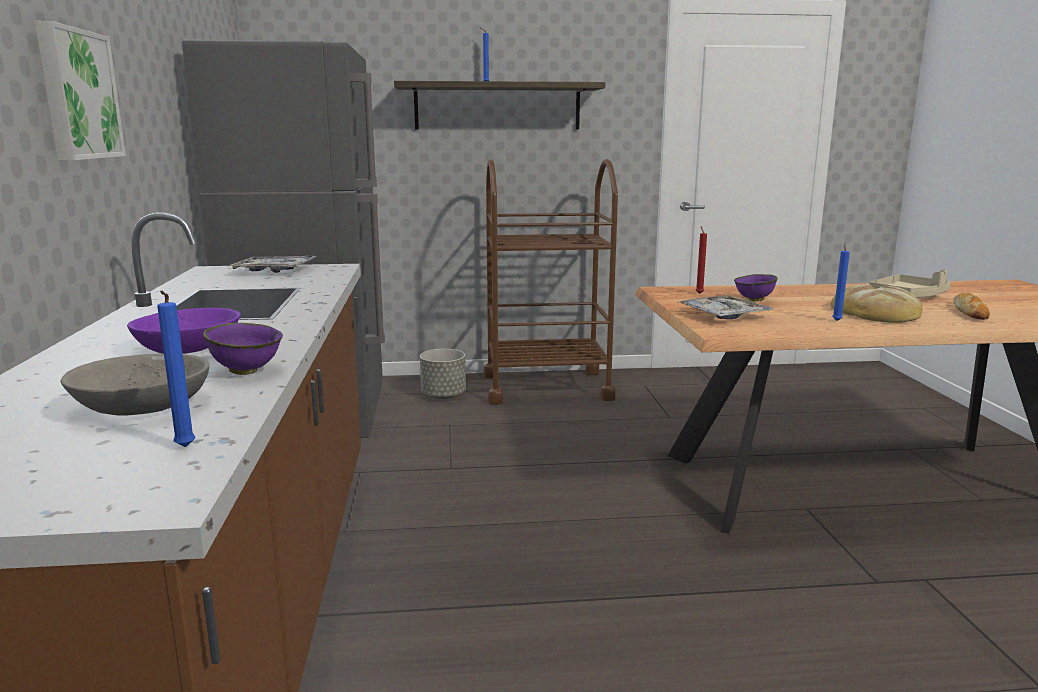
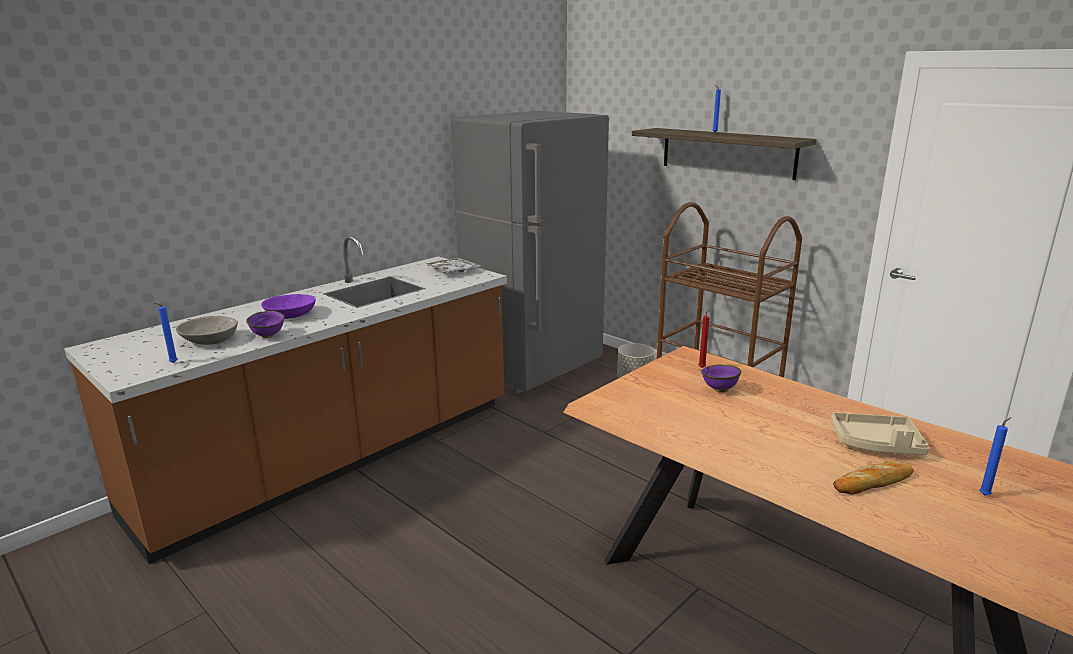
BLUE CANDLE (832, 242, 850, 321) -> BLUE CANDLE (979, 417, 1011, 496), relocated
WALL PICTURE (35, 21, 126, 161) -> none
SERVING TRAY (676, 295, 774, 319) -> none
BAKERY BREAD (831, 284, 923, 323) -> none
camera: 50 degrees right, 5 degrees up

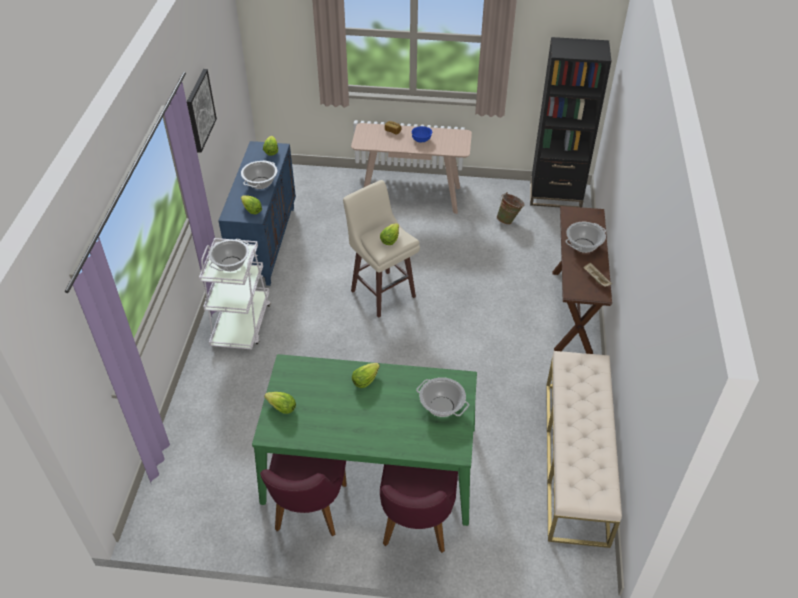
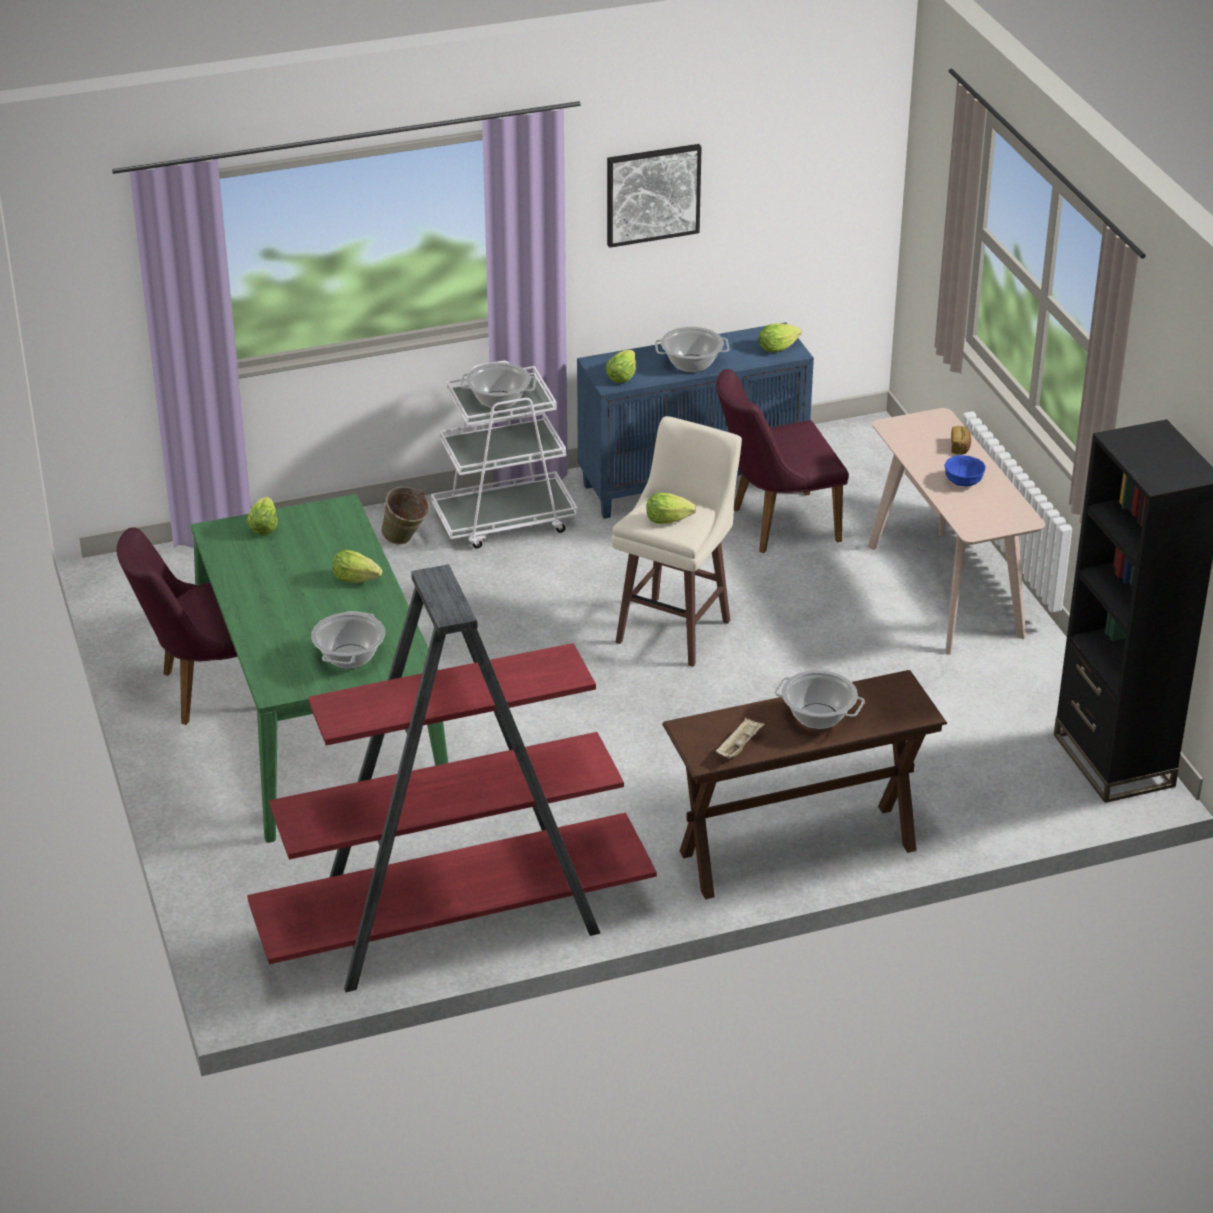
SAND-COLOURED INDOOR BENCH (546, 351, 622, 548) -> REDDISH BOOKSHELF (247, 564, 657, 992)
GREEN WATER BUCKET (496, 192, 524, 225) -> GREEN WATER BUCKET (381, 487, 430, 545), relocated
PURPLE-COLOURED UPRIGHT CHAIR (380, 464, 458, 553) -> PURPLE-COLOURED UPRIGHT CHAIR (716, 369, 849, 553), relocated
camera: 65 degrees right, 10 degrees down

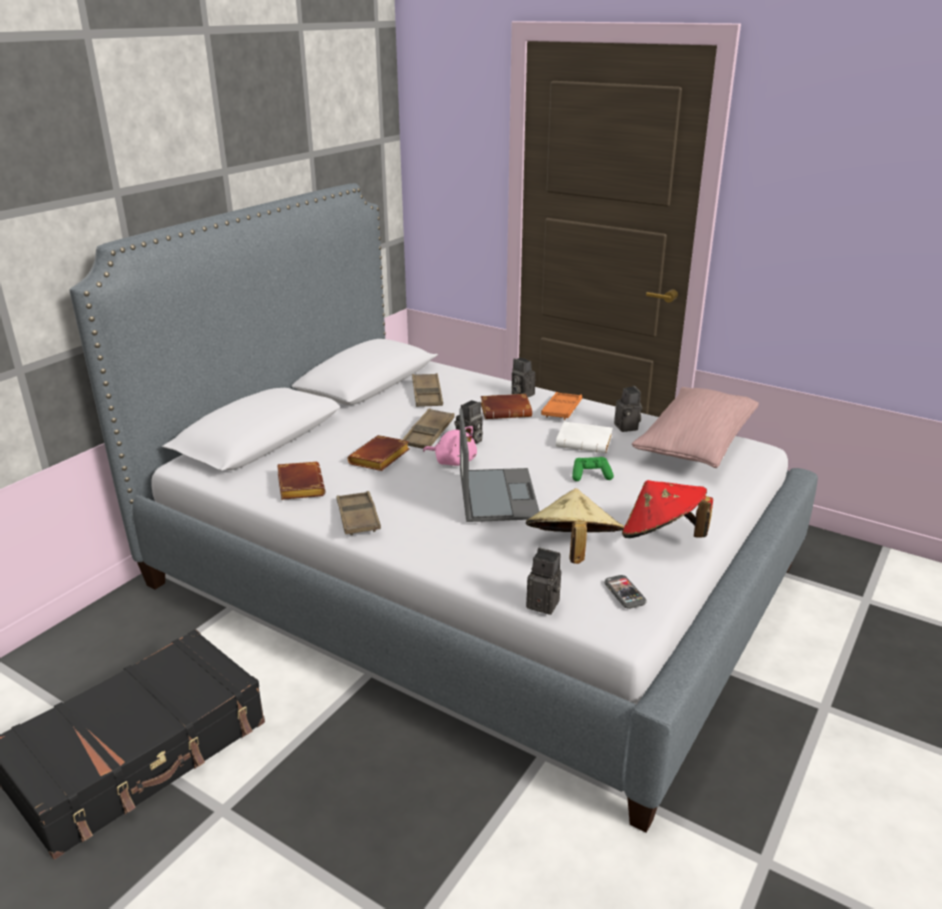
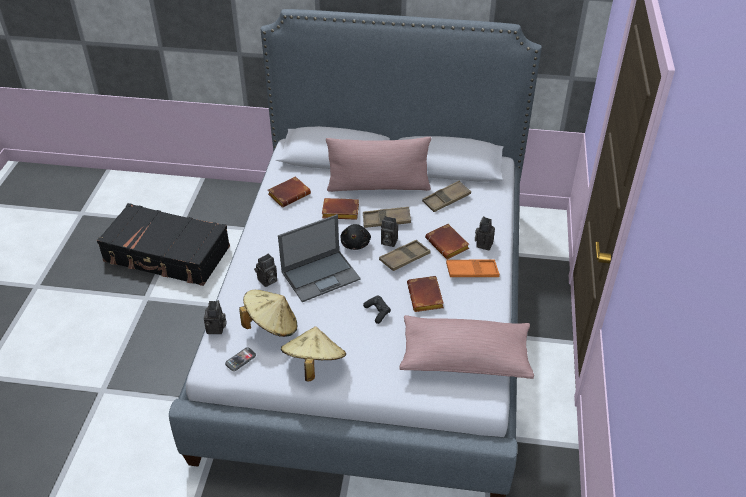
STILL CAMERA (614, 386, 642, 432) -> STILL CAMERA (254, 254, 277, 287), relocated
REDDISH HAT (622, 480, 713, 538) -> SAND-COLOURED HAT (281, 327, 346, 382)
none -> PINKISH CUSHION (326, 137, 431, 192)
PINKISH SOFT TOY (423, 426, 477, 466) -> BLACK-COLOURED SOFT TOY (341, 224, 371, 250)
GREEN JOYPAD (572, 457, 614, 481) -> BLACK-COLOURED JOYPAD (363, 296, 391, 324)
BROWN-COLOURED SERVING TRAY (337, 491, 381, 535) -> BROWN-COLOURED SERVING TRAY (379, 240, 431, 271), relocated
WHITE VOLUME (556, 422, 613, 453) -> BROWN-COLOURED VOLUME (407, 276, 444, 312)
camera: 65 degrees right, 15 degrees up

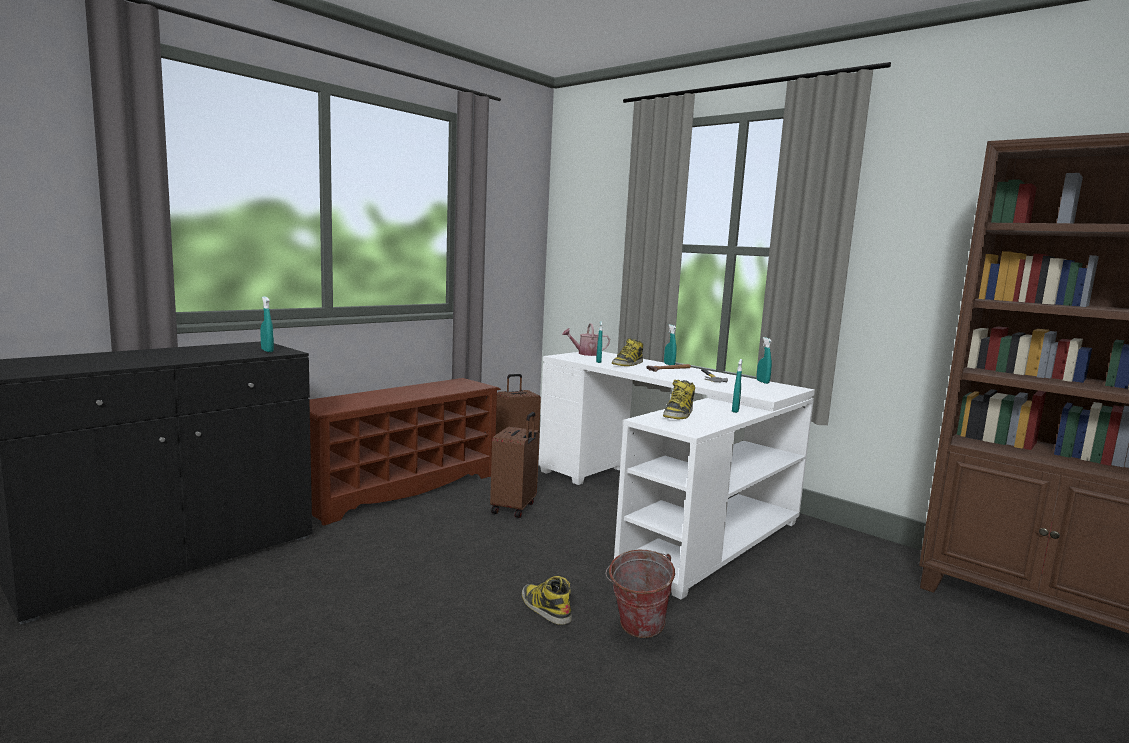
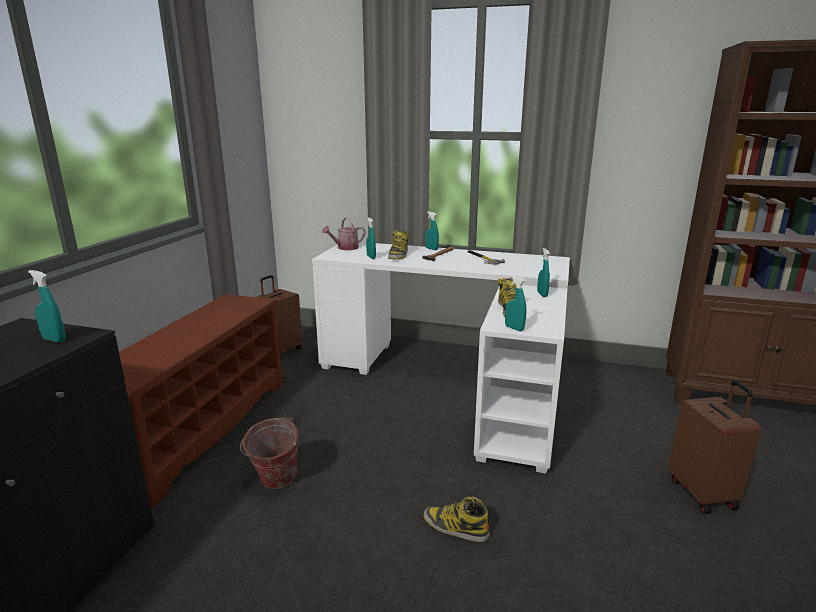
WATER BUCKET (605, 550, 675, 638) -> WATER BUCKET (240, 417, 299, 489), relocated
BLUE-GREEN HAND SPRAYER (757, 337, 772, 384) -> BLUE-GREEN HAND SPRAYER (505, 275, 526, 332), relocated
BROWN-COLOURED TRAVEL CASE (490, 412, 540, 518) -> BROWN-COLOURED TRAVEL CASE (668, 380, 761, 514), relocated
camera: 25 degrees left, 10 degrees up

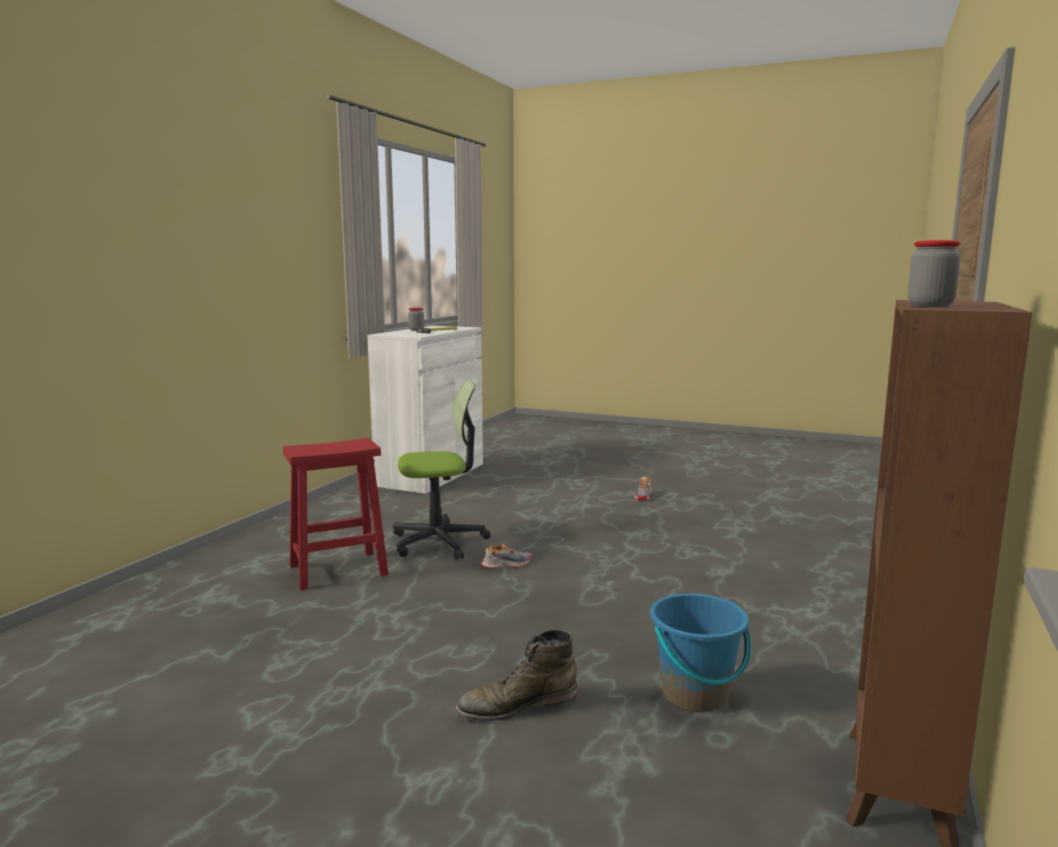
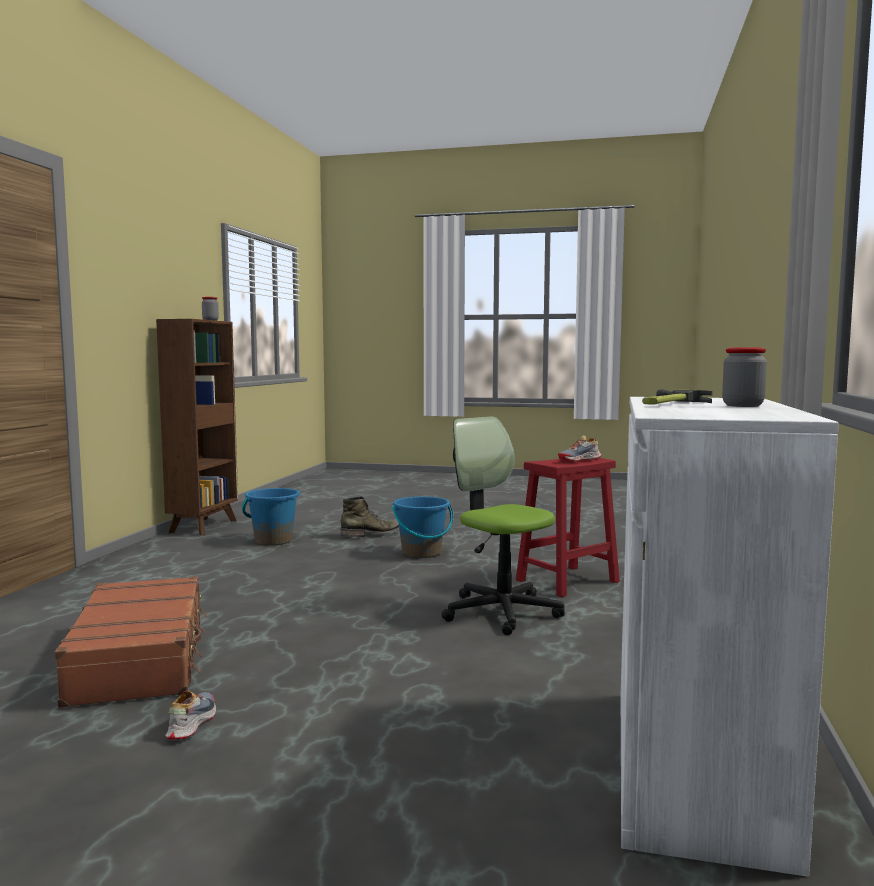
none -> BROWN-COLOURED TRAVEL CASE (55, 576, 207, 708)
none -> BLUE WATER BUCKET (392, 496, 454, 558)
COMPUTER CHAIR (393, 379, 491, 560) -> COMPUTER CHAIR (442, 416, 565, 635), 75 degrees clockwise
ITEM OF FOOTWEAR (481, 543, 532, 569) -> ITEM OF FOOTWEAR (558, 435, 601, 462), relocated
camera: 170 degrees right, 5 degrees down

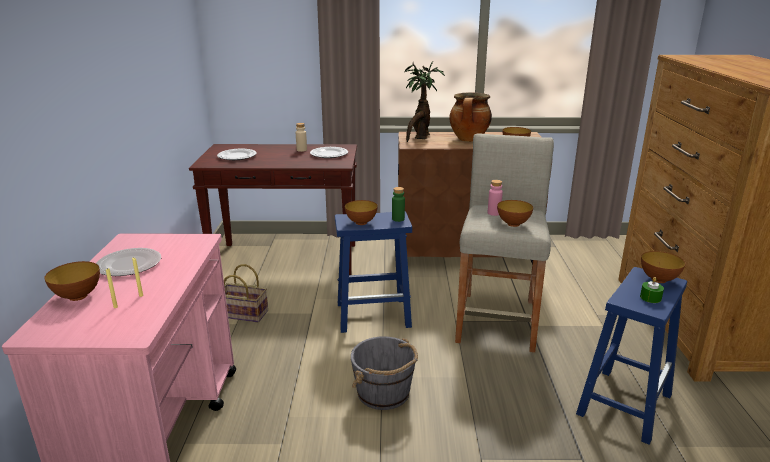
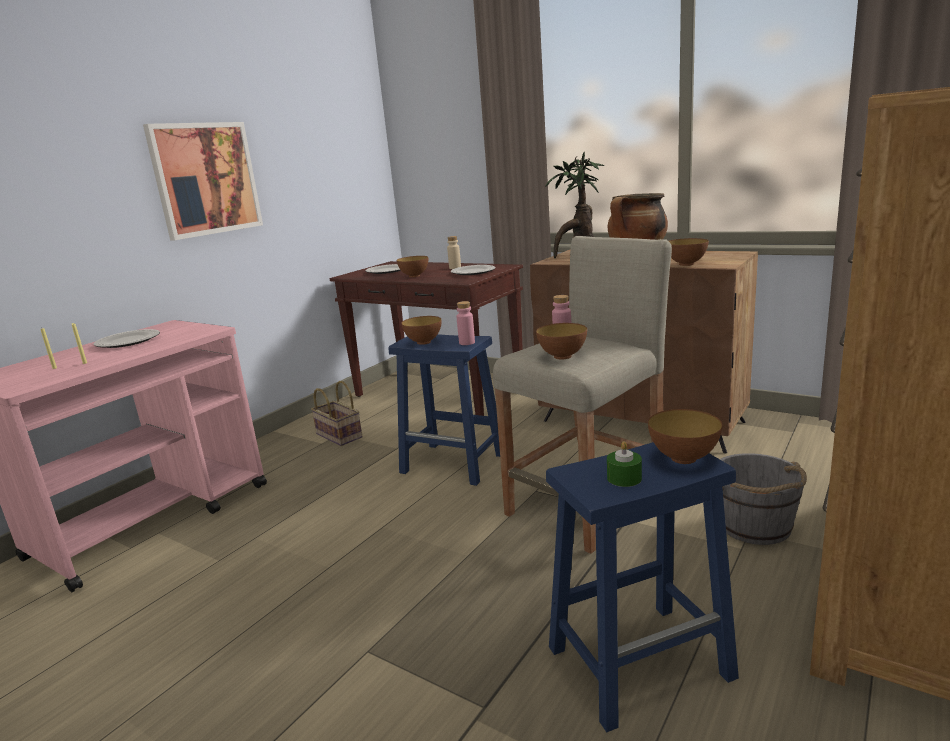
none -> WALL PICTURE (143, 122, 263, 240)
BOWL (45, 261, 100, 301) -> BOWL (397, 256, 428, 277), relocated
GREEN DRINK BOTTLE (392, 187, 405, 222) -> PINKISH DRINK BOTTLE (456, 301, 475, 345)
GREYISH WATER BUCKET (351, 336, 418, 410) -> GREYISH WATER BUCKET (720, 453, 807, 545), relocated
camera: 35 degrees right, 5 degrees down

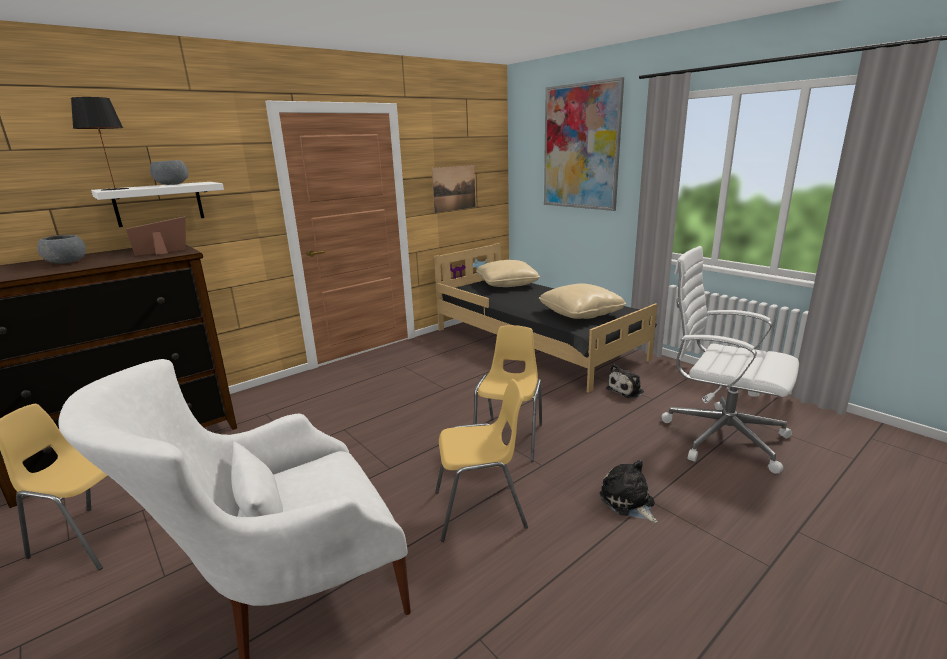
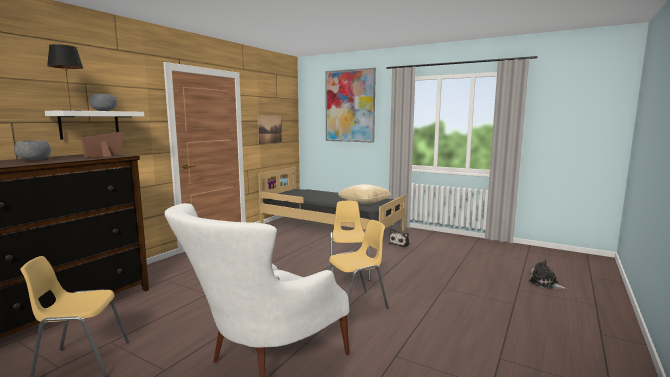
SOFT TOY (600, 460, 658, 523) -> SOFT TOY (528, 260, 568, 289), relocated
SAND-COLOURED CUSHION (476, 260, 540, 287) -> none
WHITE COMPUTER CHAIR (662, 246, 799, 474) -> none
camera: 20 degrees left, 10 degrees down

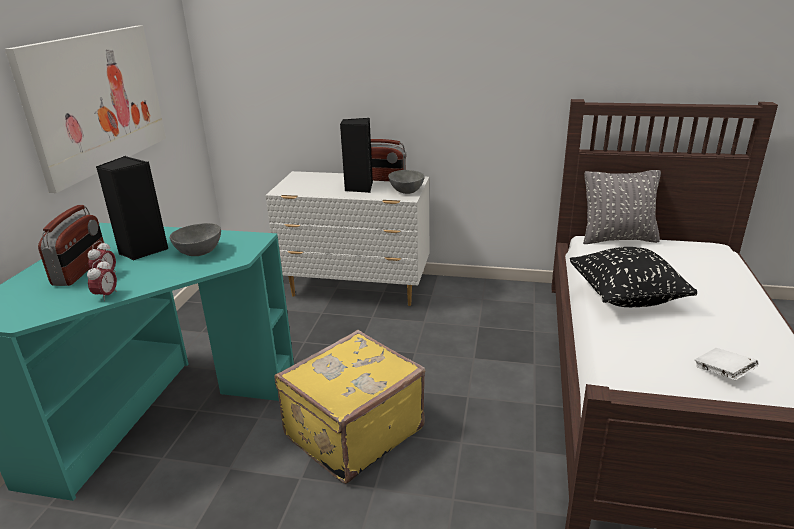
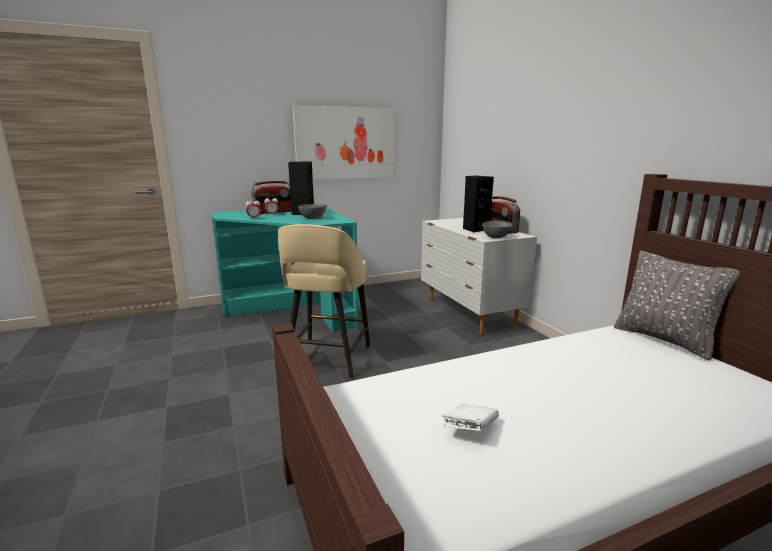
YELLOWISH TRAVEL CASE (274, 330, 425, 484) -> SAND-COLOURED STOOL (278, 224, 370, 379)
BLACK-COLOURED CUSHION (570, 247, 697, 307) -> none
camera: 55 degrees right, 10 degrees down

